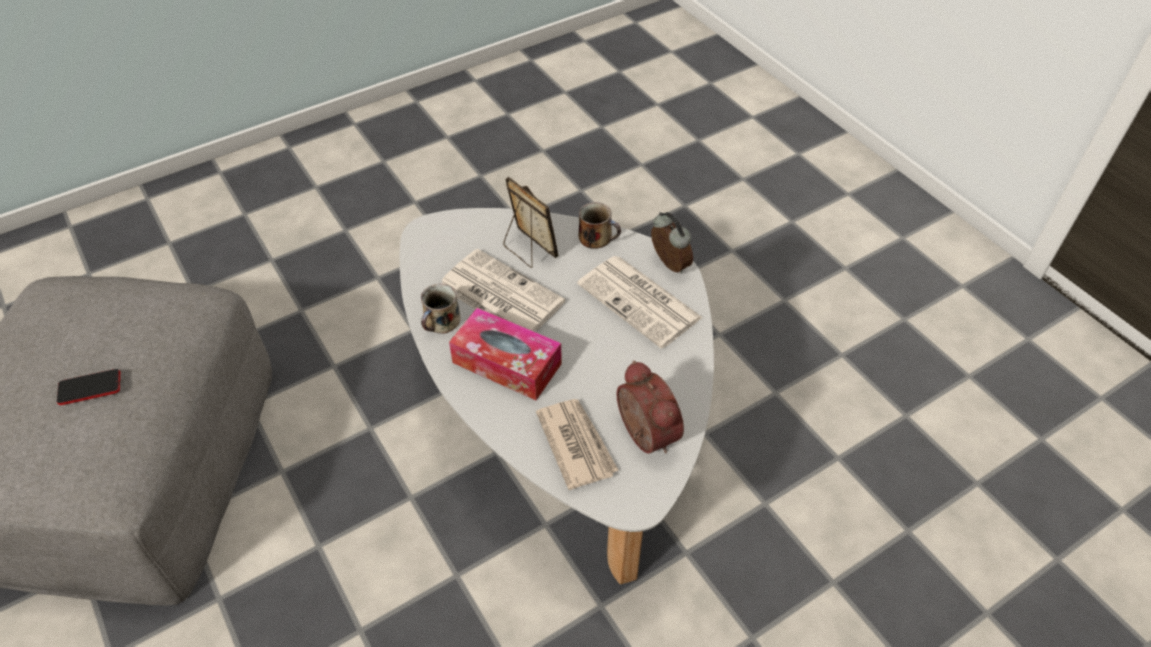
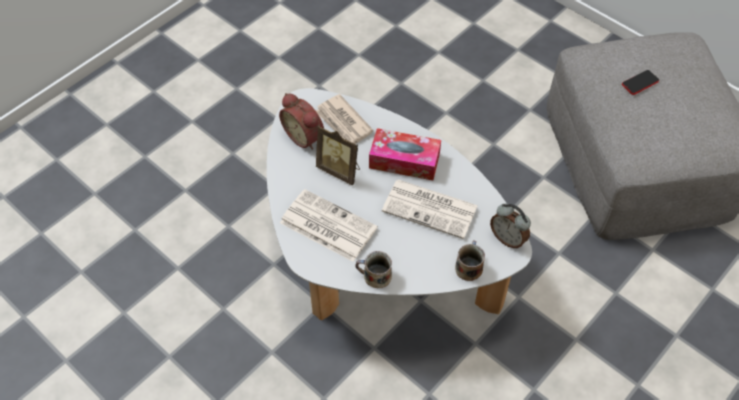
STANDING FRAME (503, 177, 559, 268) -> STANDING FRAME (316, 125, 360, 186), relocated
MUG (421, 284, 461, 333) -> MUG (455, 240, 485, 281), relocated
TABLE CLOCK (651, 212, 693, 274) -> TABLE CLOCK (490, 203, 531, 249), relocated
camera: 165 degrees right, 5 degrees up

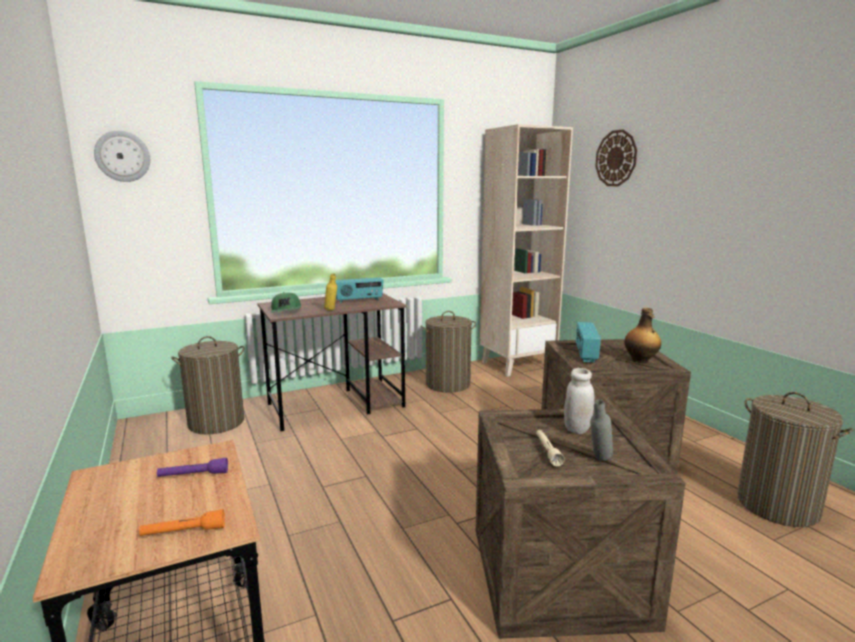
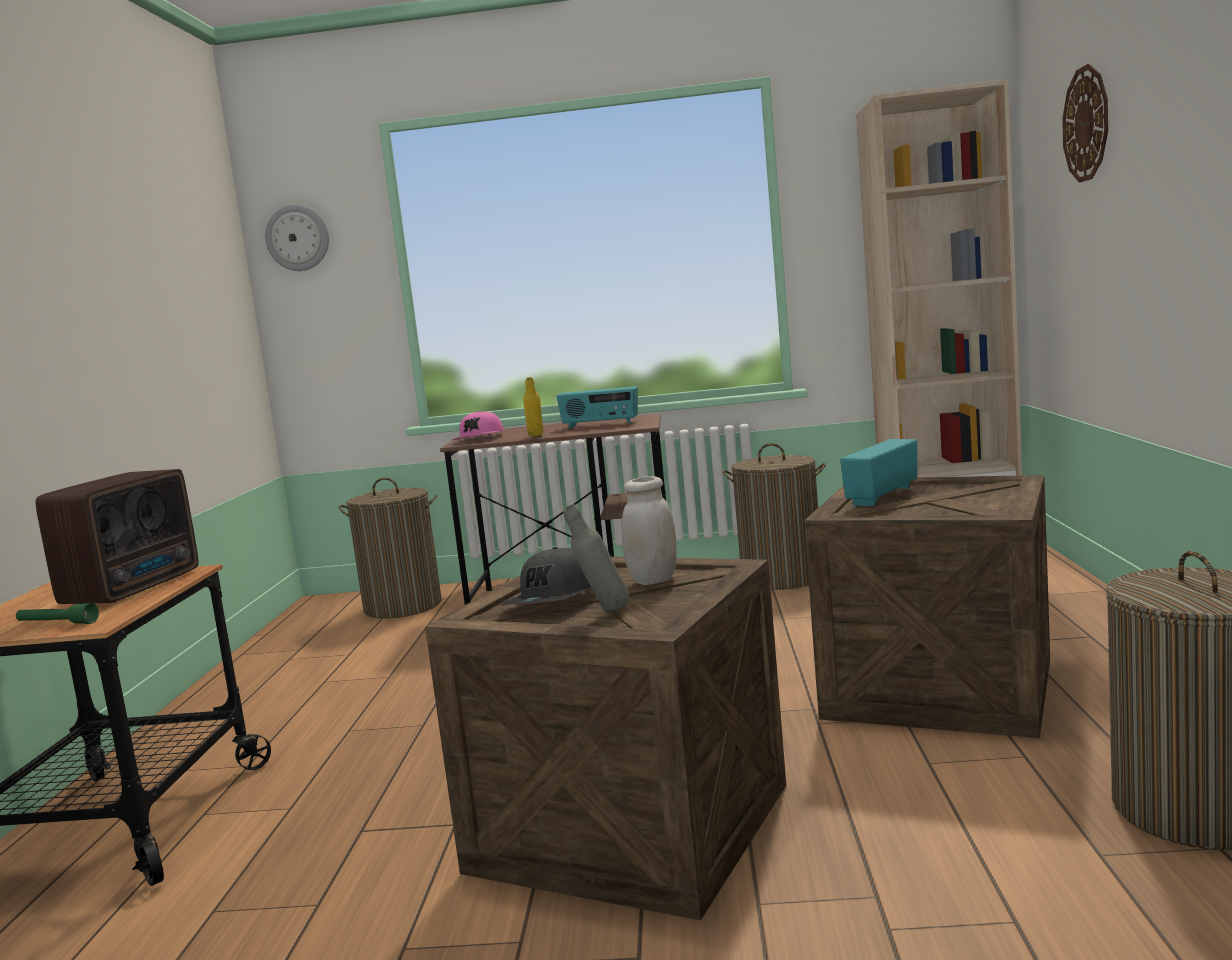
ORANGE-COLOURED TORCH (139, 509, 225, 536) -> GREEN TORCH (16, 603, 99, 624)
PURPLE-COLOURED TORCH (157, 457, 228, 477) -> RADIO SET (36, 469, 199, 604)
GREEN BASEBALL CAP (271, 292, 301, 313) -> PINKISH BASEBALL CAP (452, 411, 504, 440)
SAND-COLOURED TORCH (536, 430, 565, 466) -> GREYISH BASEBALL CAP (500, 547, 592, 605)
DRINK BOTTLE (624, 308, 661, 363) -> none
camera: 30 degrees right, 5 degrees down

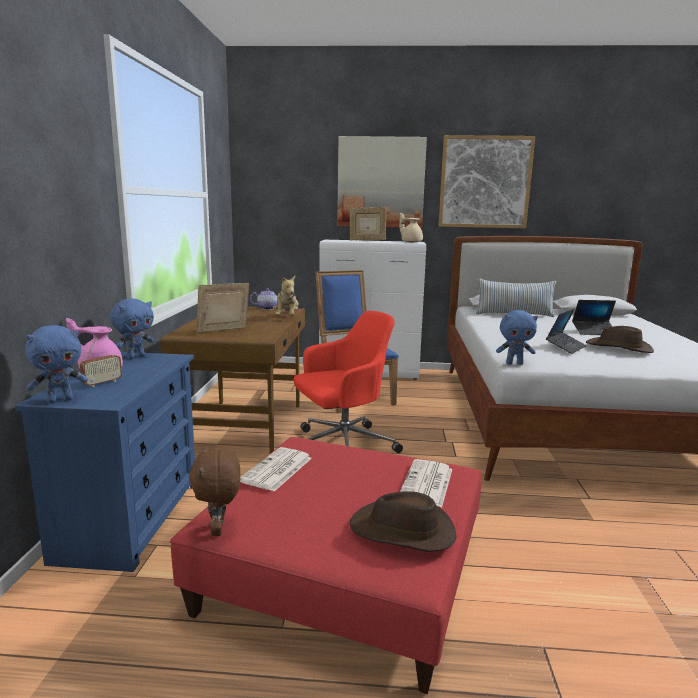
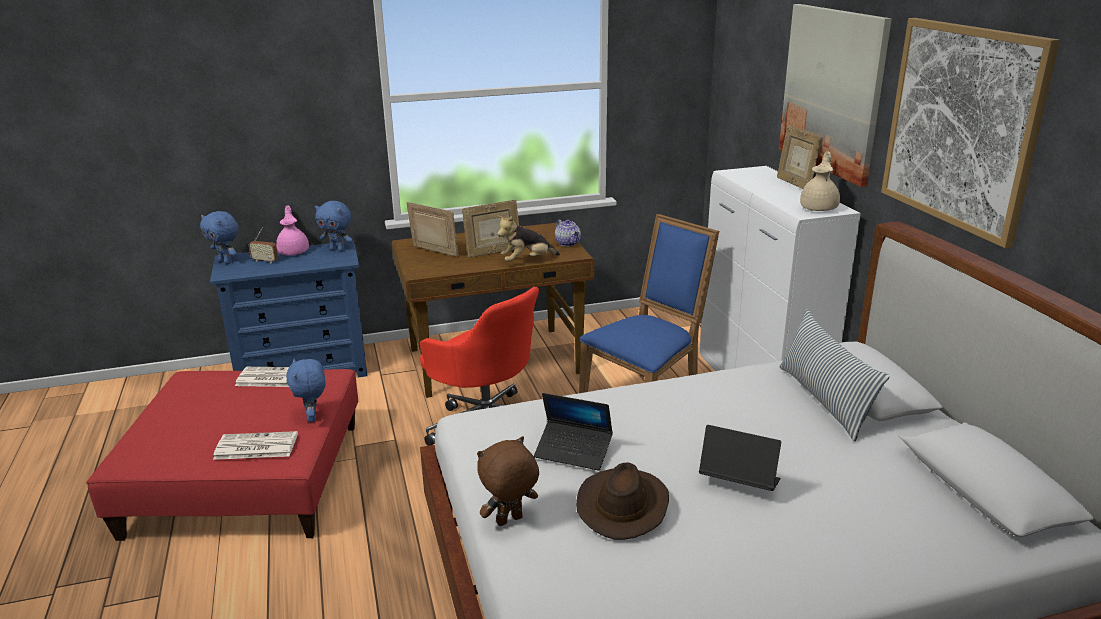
BLUE SOFT TOY (496, 310, 538, 365) -> BLUE SOFT TOY (286, 359, 325, 422), relocated
none -> STANDING FRAME (462, 200, 519, 258)
BROWN-COLOURED SOFT TOY (189, 448, 240, 536) -> BROWN-COLOURED SOFT TOY (477, 436, 539, 526), relocated
NOTEBOOK COMPUTER (572, 300, 616, 335) -> NOTEBOOK COMPUTER (699, 425, 781, 491), 135 degrees clockwise
BROWN-COLOURED HAT (350, 491, 457, 552) -> none
camera: 70 degrees right, 10 degrees up

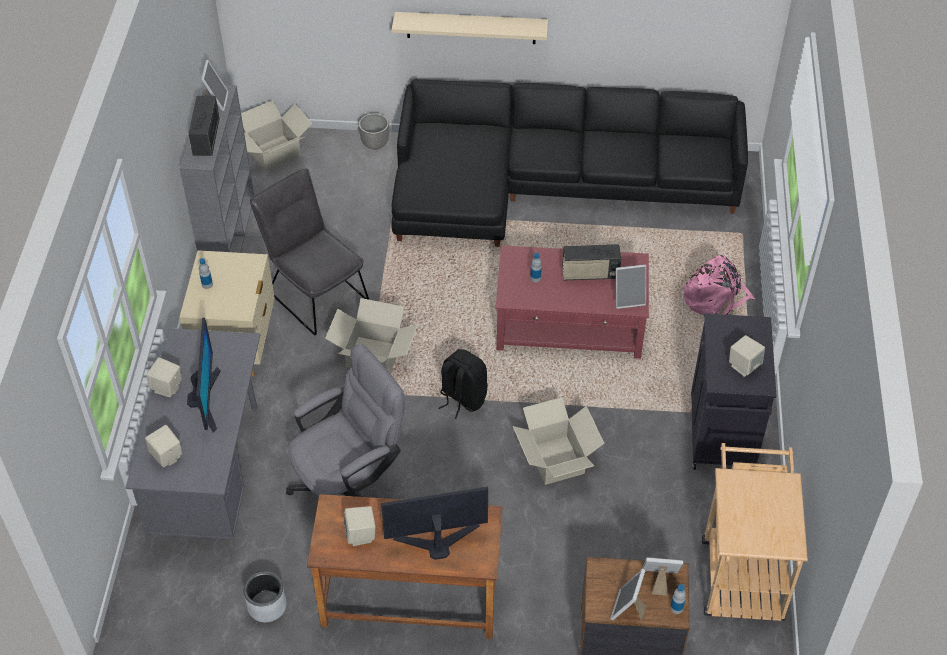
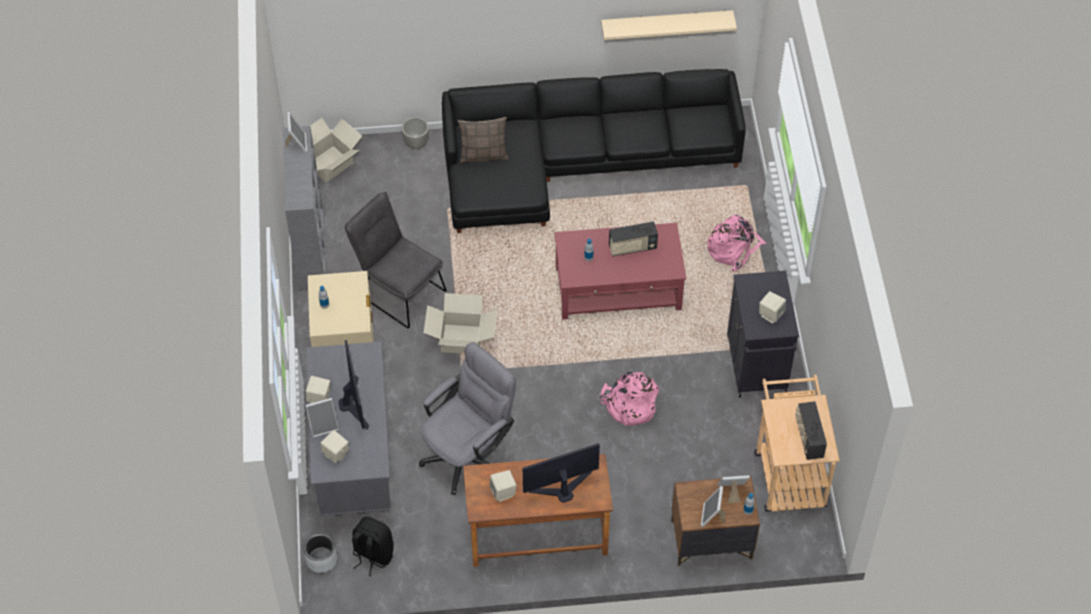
GREYISH FLOWER POT (244, 571, 287, 622) -> GREYISH FLOWER POT (304, 533, 337, 573), relocated
STANDING FRAME (616, 264, 646, 309) -> STANDING FRAME (305, 398, 339, 437), relocated
BLACK-COLOURED BACKPACK (438, 349, 488, 419) -> BLACK-COLOURED BACKPACK (352, 517, 394, 576), relocated
none -> CUSHION (458, 117, 509, 163)
CARDBOARD BOX (513, 397, 605, 485) -> PINKISH BACKPACK (600, 372, 659, 426)
SAND-COLOURED BRACKET SHELF (392, 12, 548, 44) -> SAND-COLOURED BRACKET SHELF (601, 10, 737, 40), relocated
RADIO SET (188, 96, 220, 156) -> RADIO SET (795, 401, 827, 460), relocated
camera: 10 degrees left, 5 degrees up

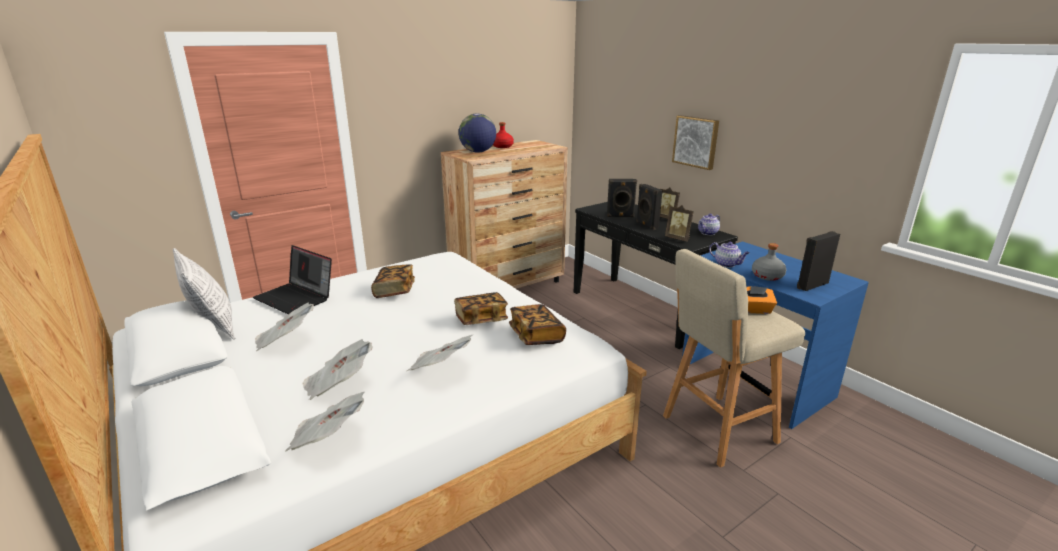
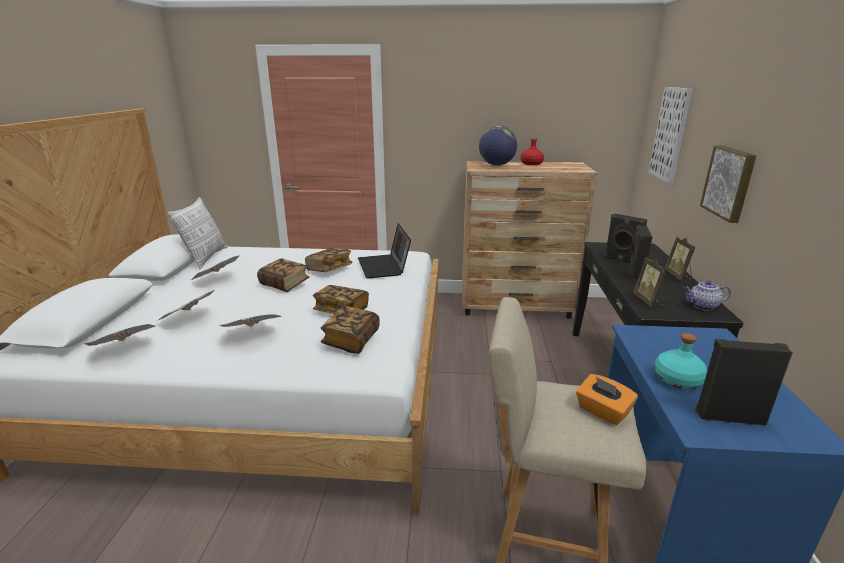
none -> VOLUME (257, 258, 309, 292)
NOTEBOOK COMPUTER (253, 245, 332, 314) -> NOTEBOOK COMPUTER (358, 224, 411, 279), relocated
none -> WALL PICTURE (649, 87, 693, 184)
GREYISH DRINK BOTTLE (752, 243, 786, 281) -> BLUE-GREEN DRINK BOTTLE (654, 333, 707, 389)
TEA POT (709, 242, 749, 268) -> none
camera: 40 degrees right, 0 degrees up

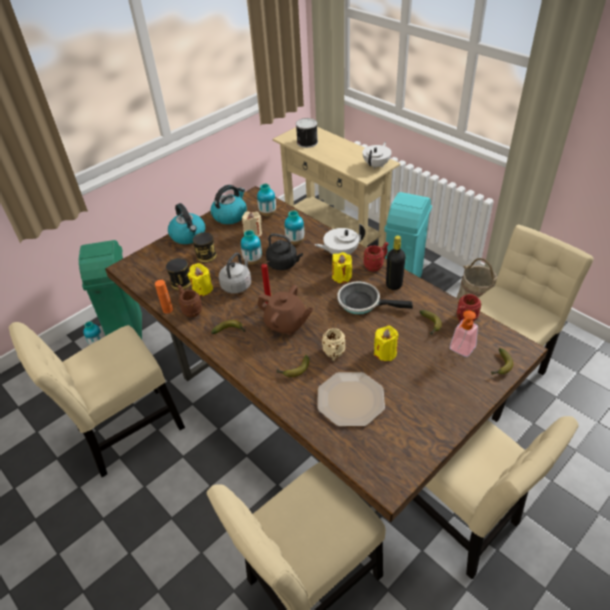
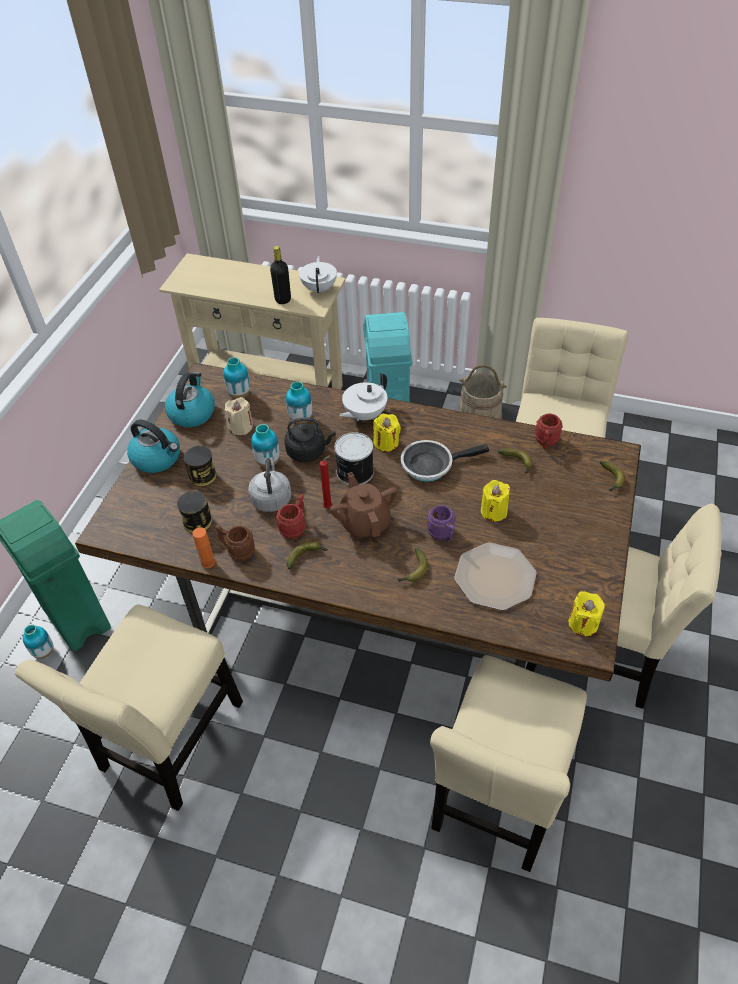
BLACK-COLOURED DRINK BOTTLE (386, 235, 406, 290) -> BLACK-COLOURED DRINK BOTTLE (270, 246, 291, 304), relocated
REDDISH MUG (364, 242, 388, 271) -> REDDISH MUG (276, 494, 305, 539), relocated
BROWN-COLOURED TEA POT (257, 285, 313, 335) -> BROWN-COLOURED TEA POT (330, 472, 398, 539), 105 degrees counterclockwise
SEALED CAN (296, 118, 318, 148) -> SEALED CAN (335, 432, 374, 485), relocated
SAND-COLOURED MUG (322, 328, 346, 360) -> PURPLE-COLOURED MUG (427, 505, 456, 543)
YELLOWISH CANDLE (188, 263, 213, 296) -> YELLOWISH CANDLE (568, 591, 605, 636), relocated
SOAP DISPENSER (450, 311, 478, 357) -> none
camera: 30 degrees left, 5 degrees up

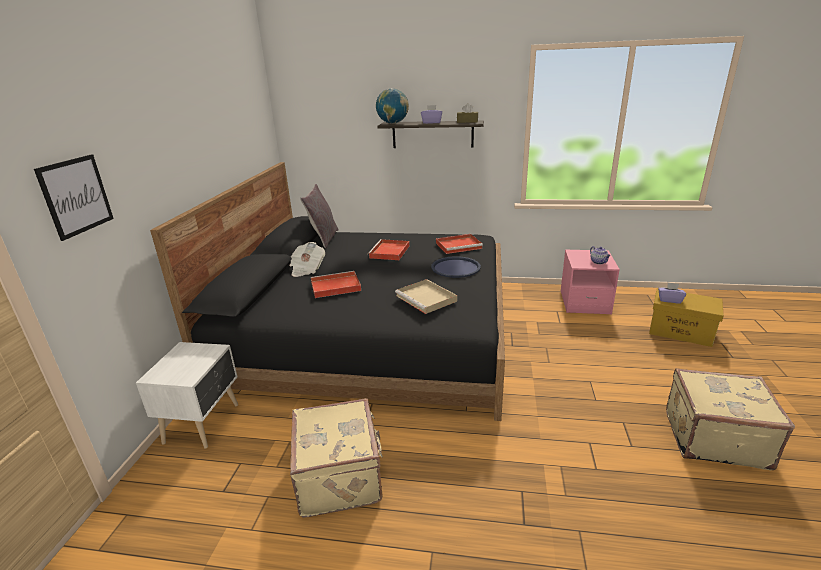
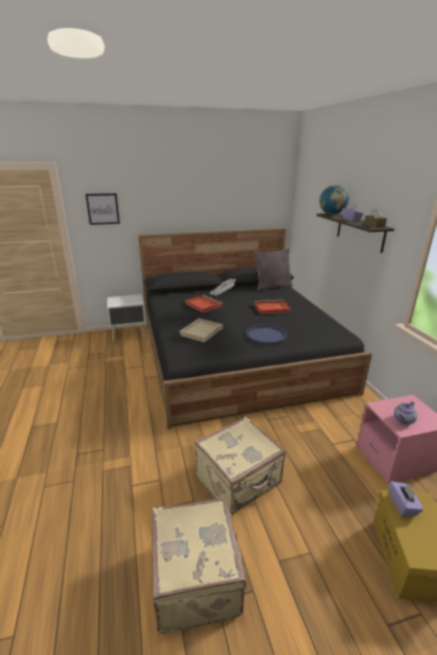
SAND-COLOURED TRAVEL CASE (290, 398, 383, 518) -> SAND-COLOURED TRAVEL CASE (194, 416, 286, 515), relocated
REDDISH SERVING TRAY (436, 234, 483, 254) -> none
camera: 65 degrees right, 0 degrees up

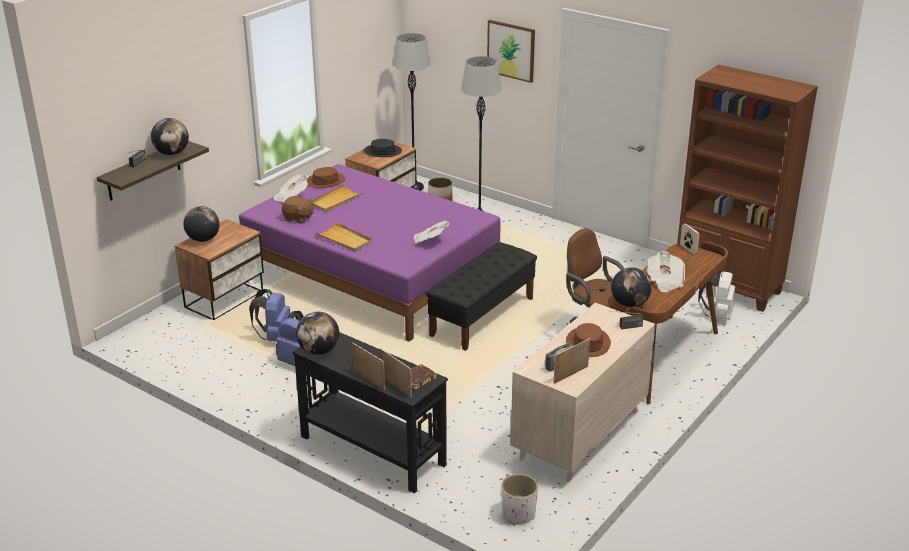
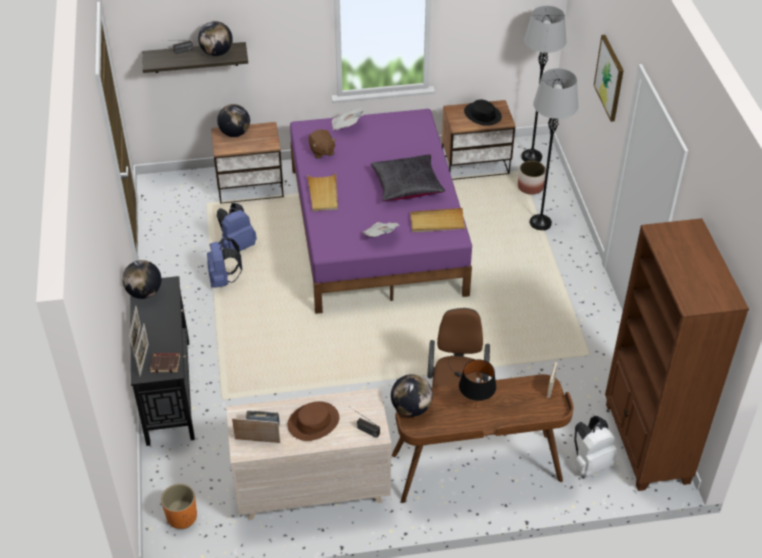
WHITE FLOWER POT (501, 474, 538, 525) -> ORANGE-COLOURED FLOWER POT (161, 484, 197, 529)
none -> BLACK-COLOURED CUSHION (371, 154, 445, 201)
SAND-COLOURED SERVING TRAY (311, 184, 363, 212) -> SAND-COLOURED SERVING TRAY (410, 208, 466, 232), relocated
PRINTED PAPER (647, 251, 685, 292) -> BLACK-COLOURED TABLE LAMP (459, 359, 496, 408)
BROWN-COLOURED HAT (307, 167, 345, 188) -> none
BLACK-COLOURED INDOOR BENCH (426, 243, 537, 351) -> none
camera: 45 degrees right, 15 degrees up

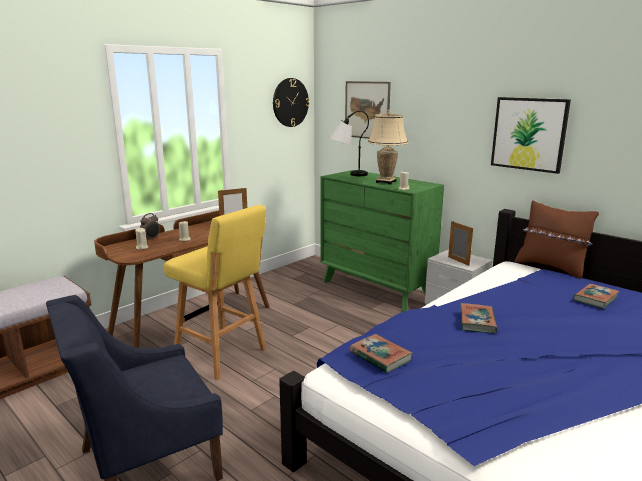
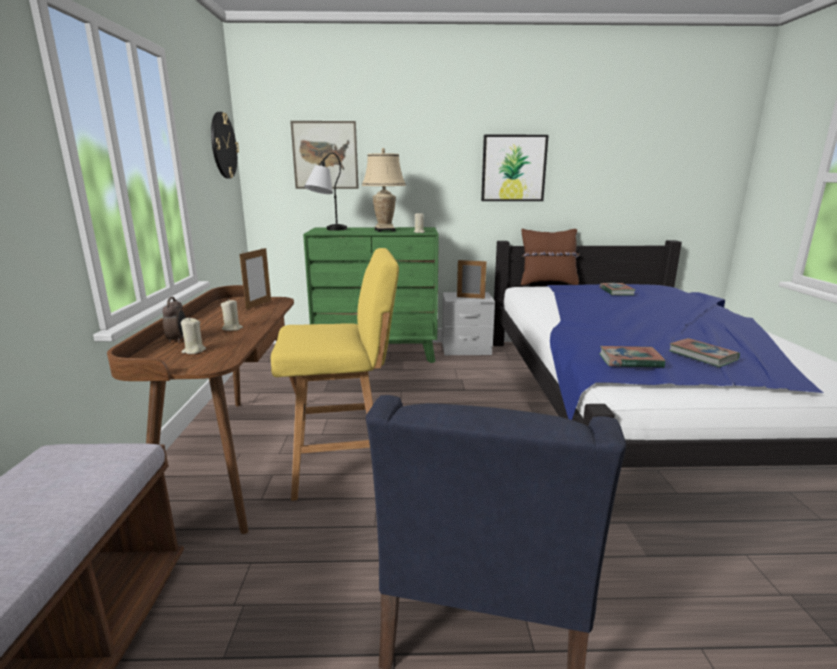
VOLUME (460, 303, 497, 333) -> VOLUME (669, 338, 740, 367), relocated
camera: 45 degrees left, 0 degrees up

